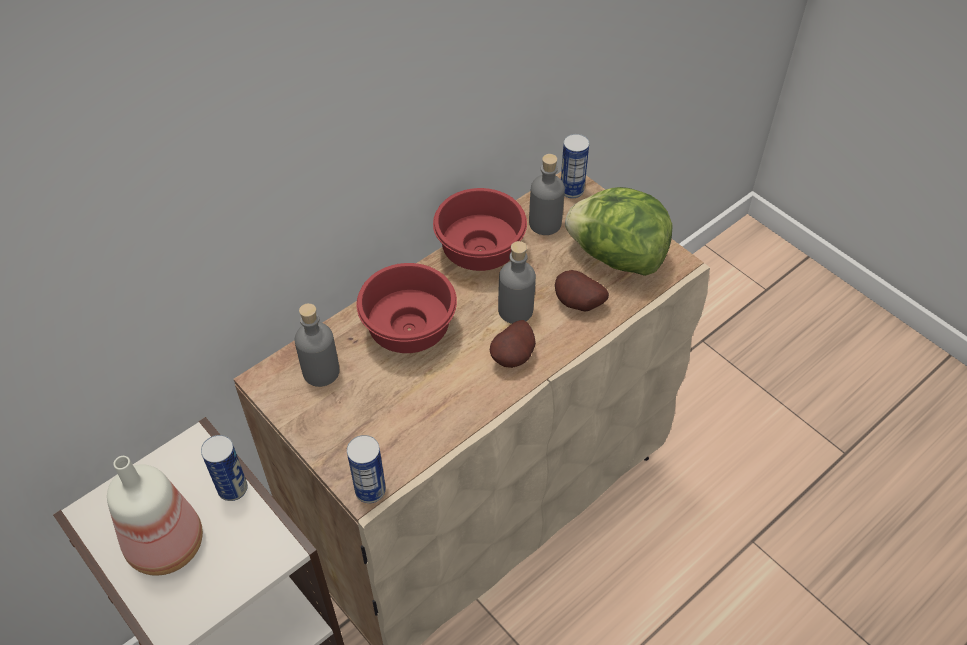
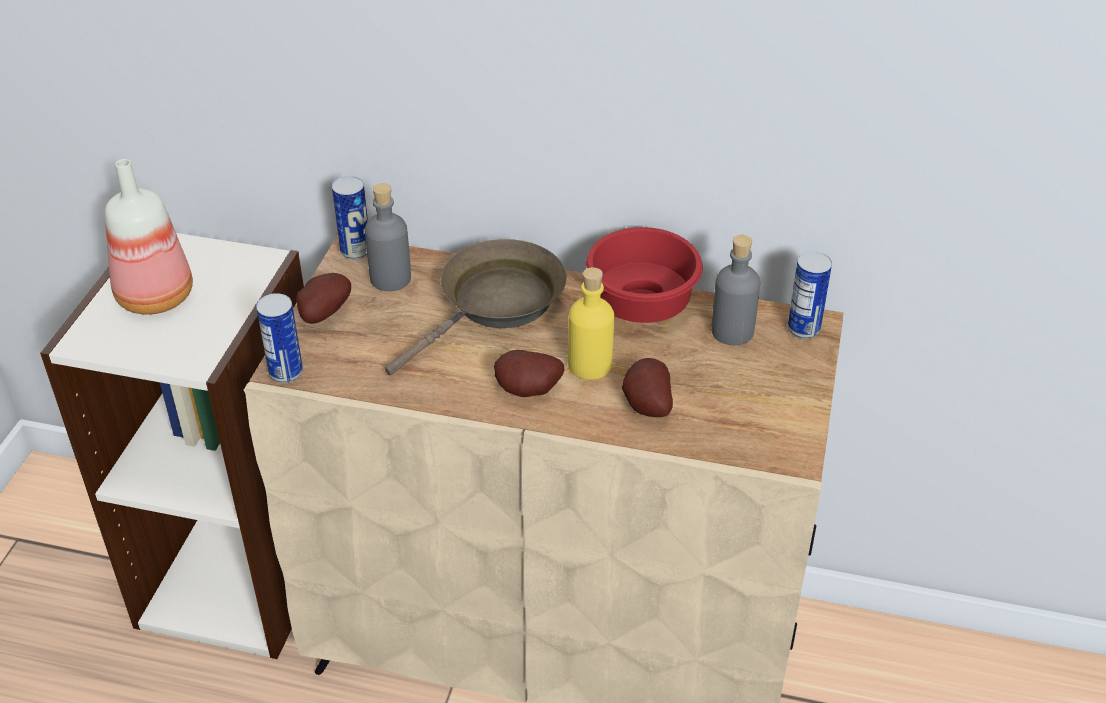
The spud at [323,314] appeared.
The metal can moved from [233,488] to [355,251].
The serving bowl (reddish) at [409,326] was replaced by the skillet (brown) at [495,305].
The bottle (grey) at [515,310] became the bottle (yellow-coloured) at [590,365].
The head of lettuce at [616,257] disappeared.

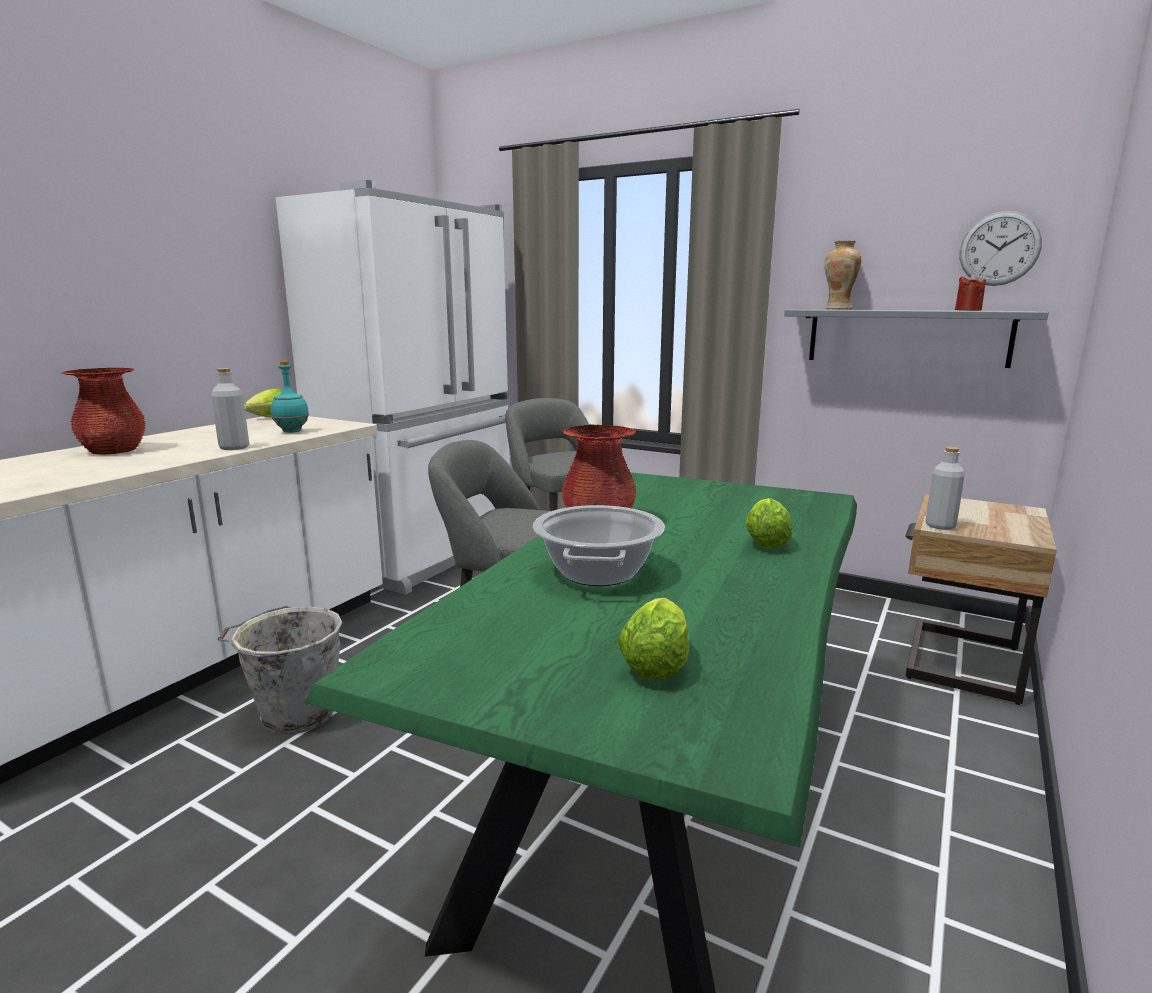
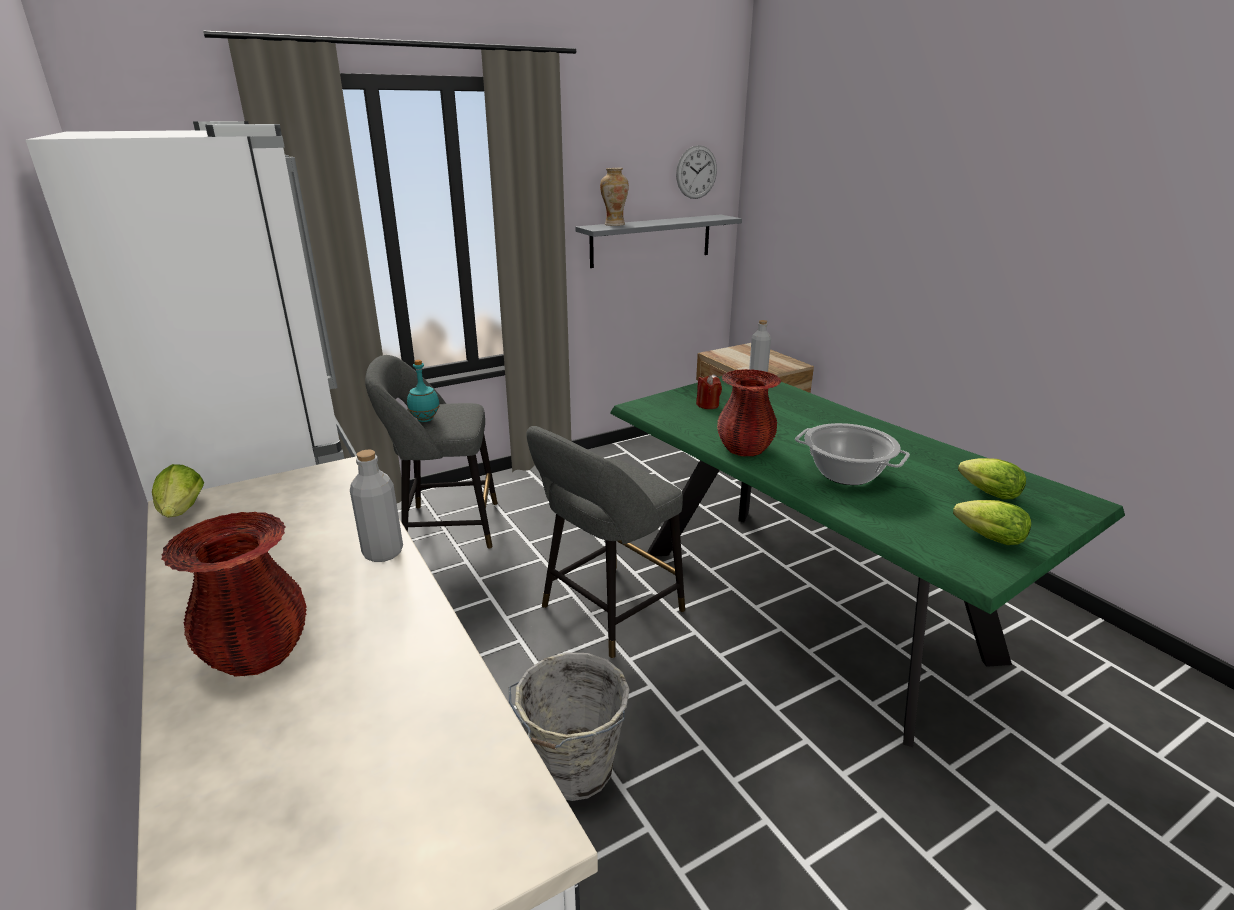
The bottle (blue-green) moved from [291,431] to [425,420].
The candle (reddish) moved from [968,310] to [707,405].
The head of lettuce moved from [765,541] to [985,537].

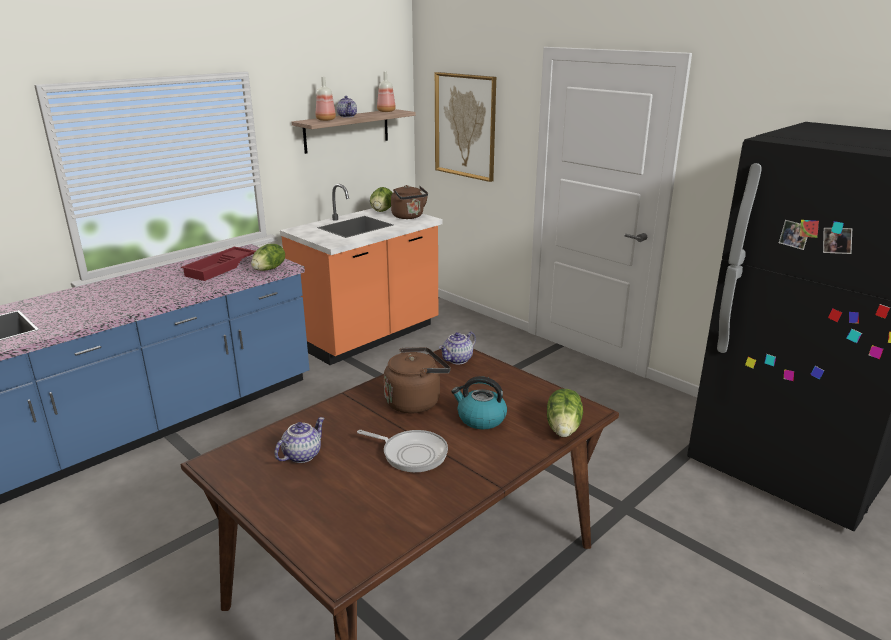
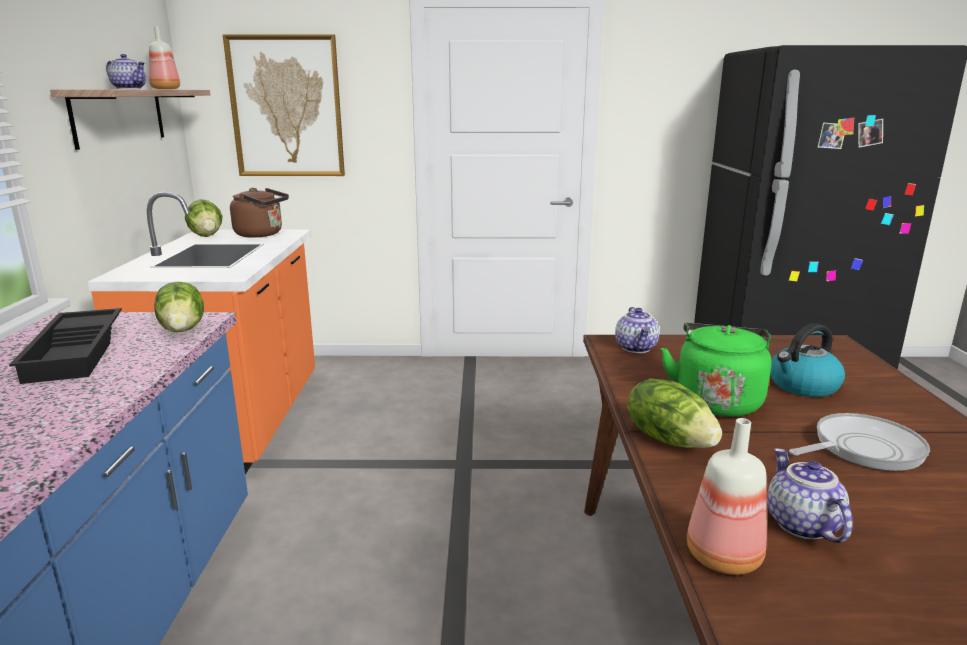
The serving tray (reddish) at [221,268] became the serving tray (blackish) at [78,352].
The head of lettuce moved from [564,428] to [669,439].
The kettle (brown) at [416,401] became the kettle (greenish) at [717,400].
The bottle moved from [325,120] to [724,558].

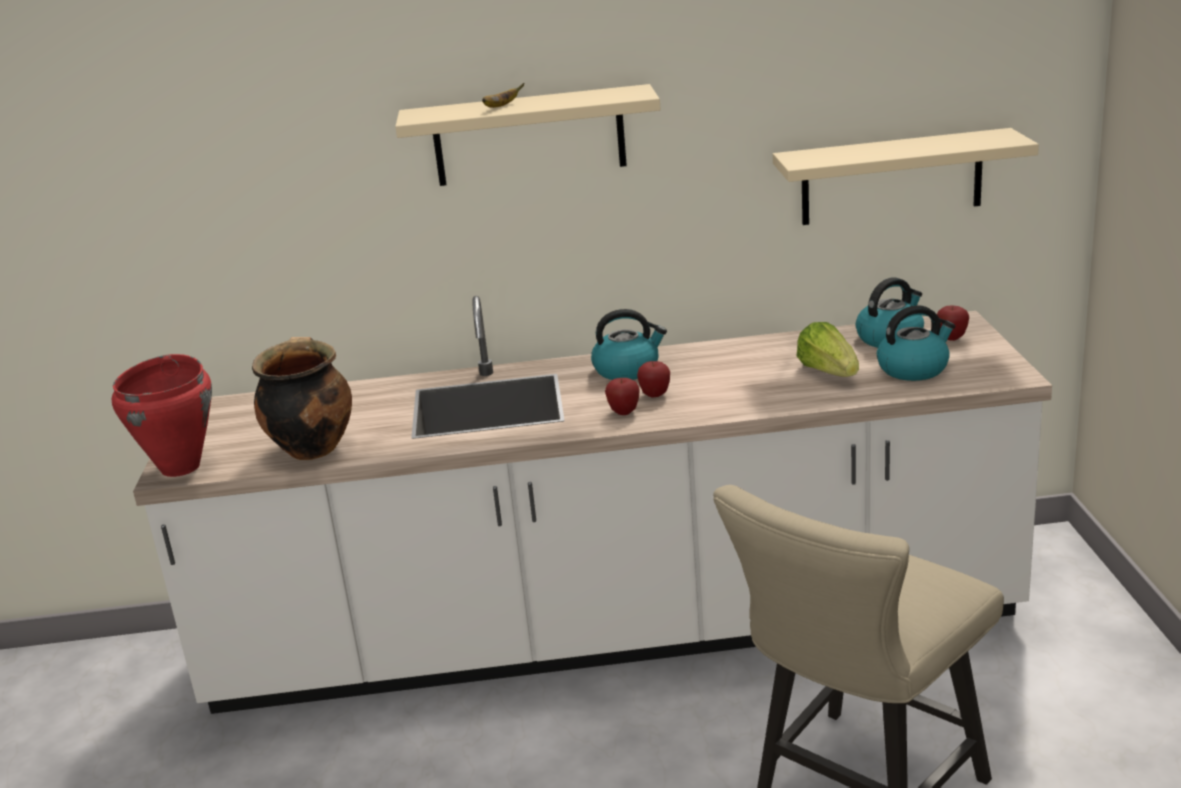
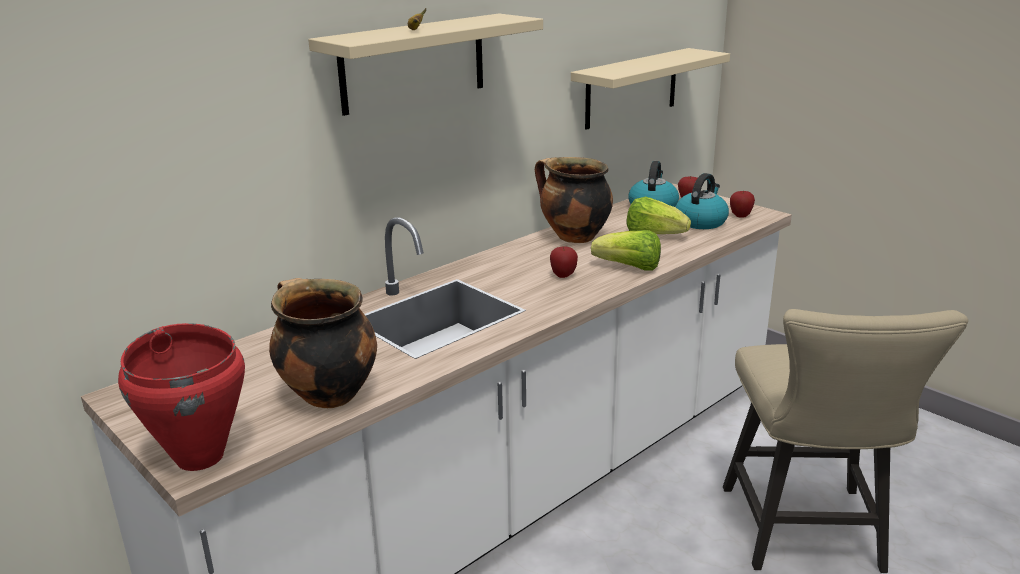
The saucepot at [573,237] appeared.
The head of lettuce at [629,267] appeared.
The whole apple moved from [624,412] to [740,216].
The kettle at [627,369] disappeared.

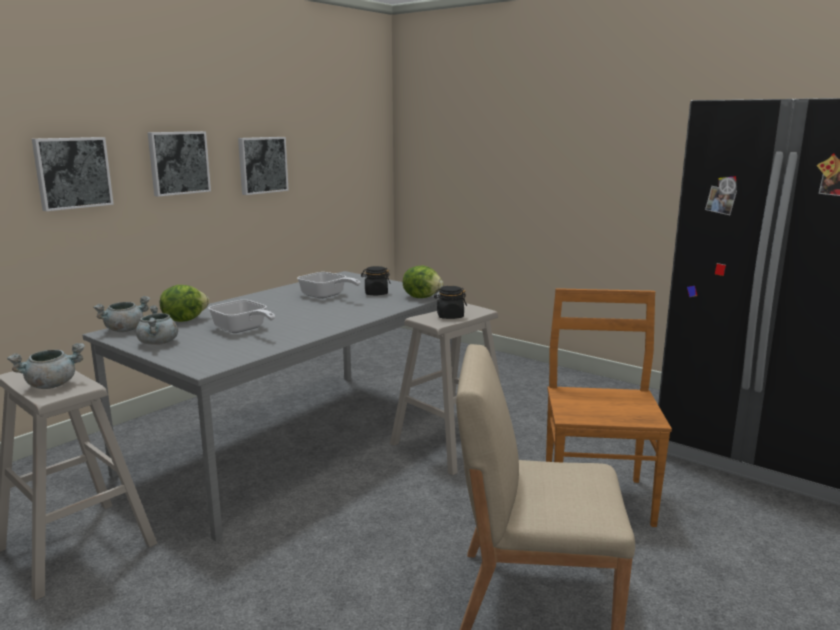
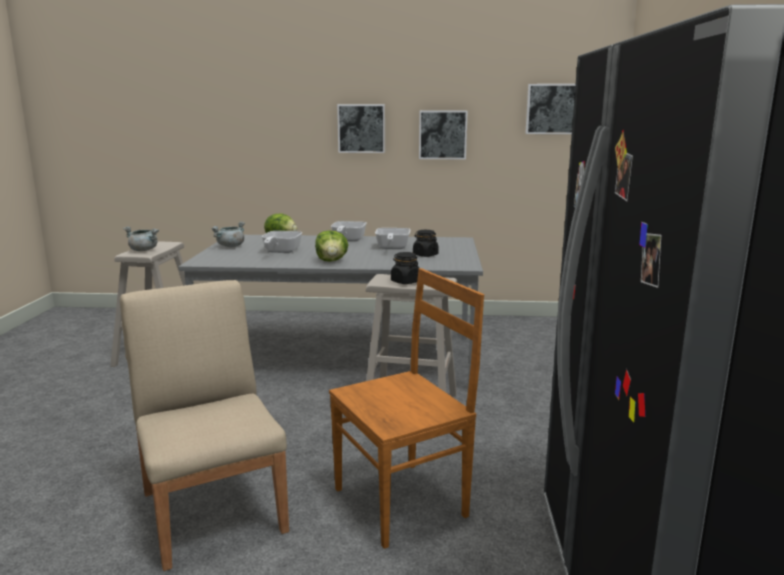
The head of lettuce moved from [422,297] to [332,261].
The skillet at [347,240] appeared.
The wall art moved from [72,173] to [551,109].
The saucepot (grey) at [125,330] disappeared.

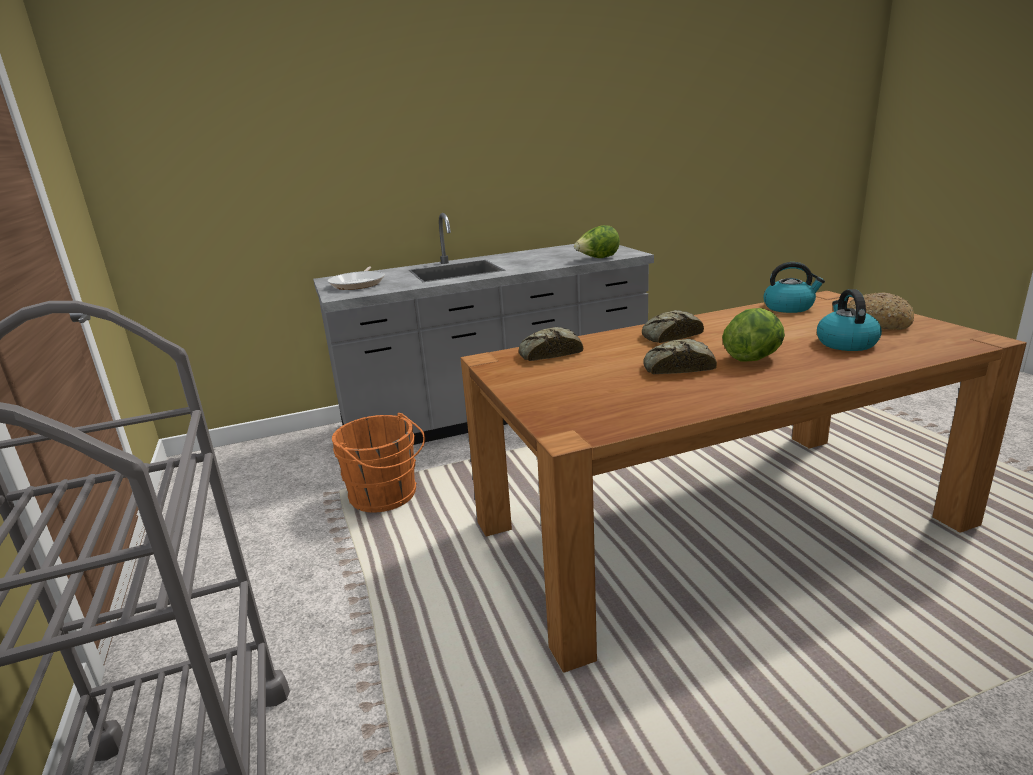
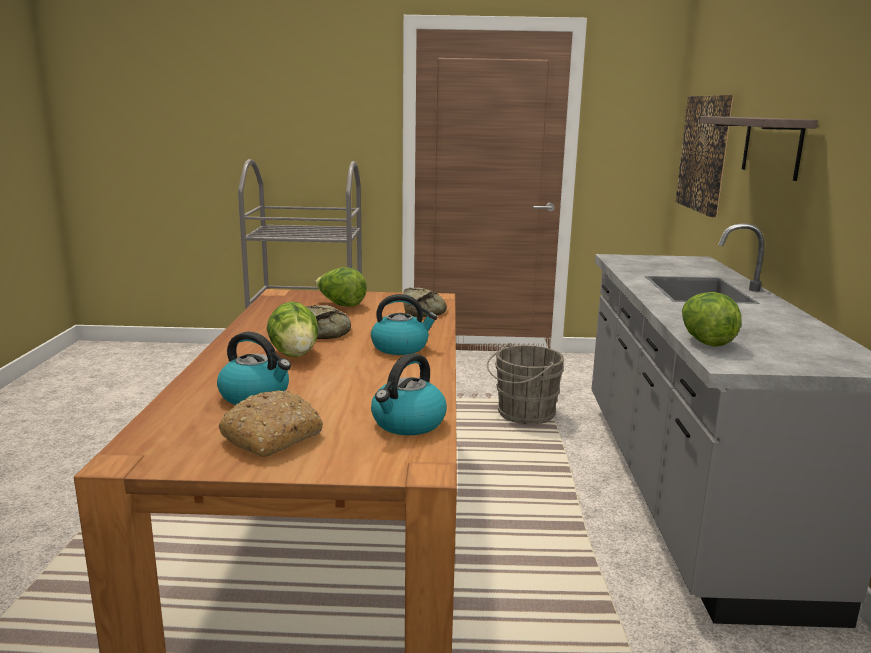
The head of lettuce at [340,305] appeared.
The bakery bread at [669,336] was replaced by the kettle at [401,347].
The pail (orange-coloured) at [386,496] became the pail (grey) at [523,414].
The wall art at [705,153] appeared.
The wall shelf at [772,146] appeared.
The skillet at [358,283] disappeared.

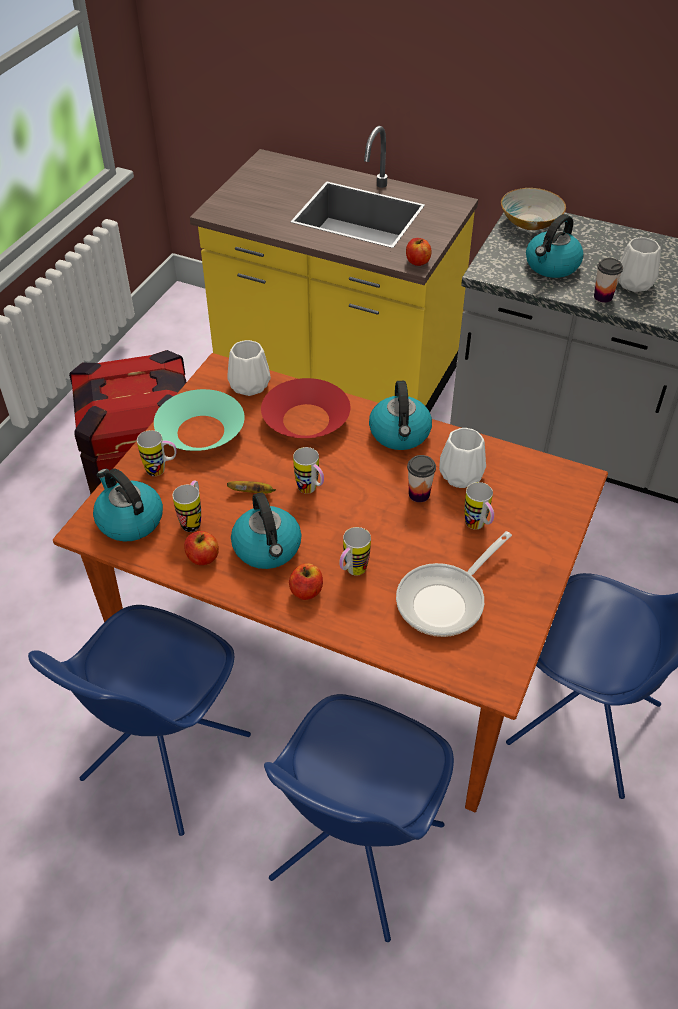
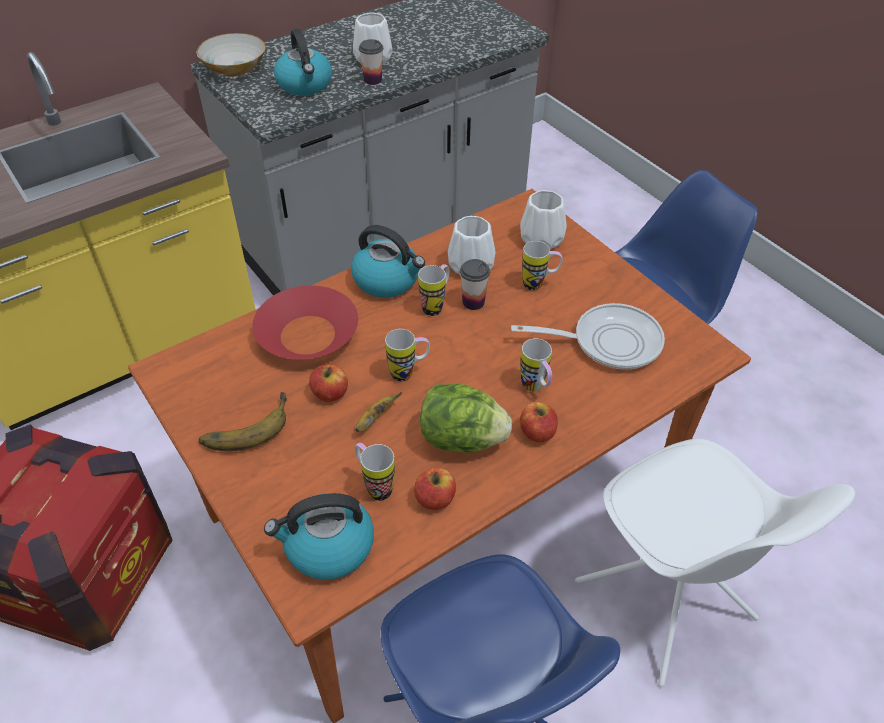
The serving bowl (blue-green) at [200,431] was replaced by the banana at [245,425].
The whole apple moved from [417,261] to [330,393].
The mug moved from [161,470] to [436,305].
The kettle at [268,548] was replaced by the head of lettuce at [461,439].
The skillet at [445,600] turned 75 degrees counterclockwise.
The decorative vase (whitish) moved from [249,386] to [542,240].
The plain chair (bluish) at [355,854] became the plain chair (whitish) at [666,603].

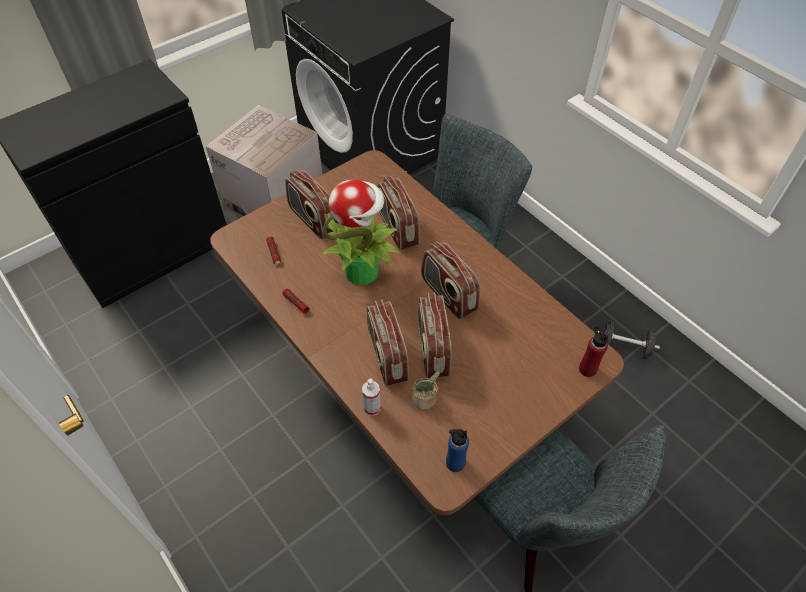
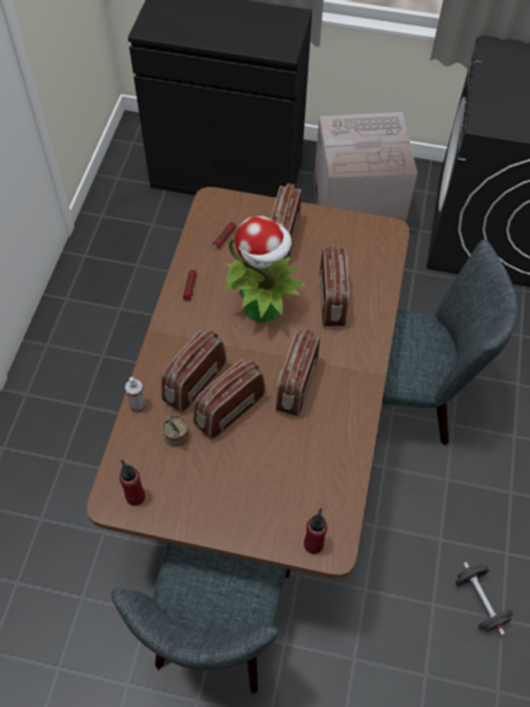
The bottle (bluish) at [455,463] became the bottle (reddish) at [135,496].
The radio receiver at [397,228] turned 150 degrees clockwise.

